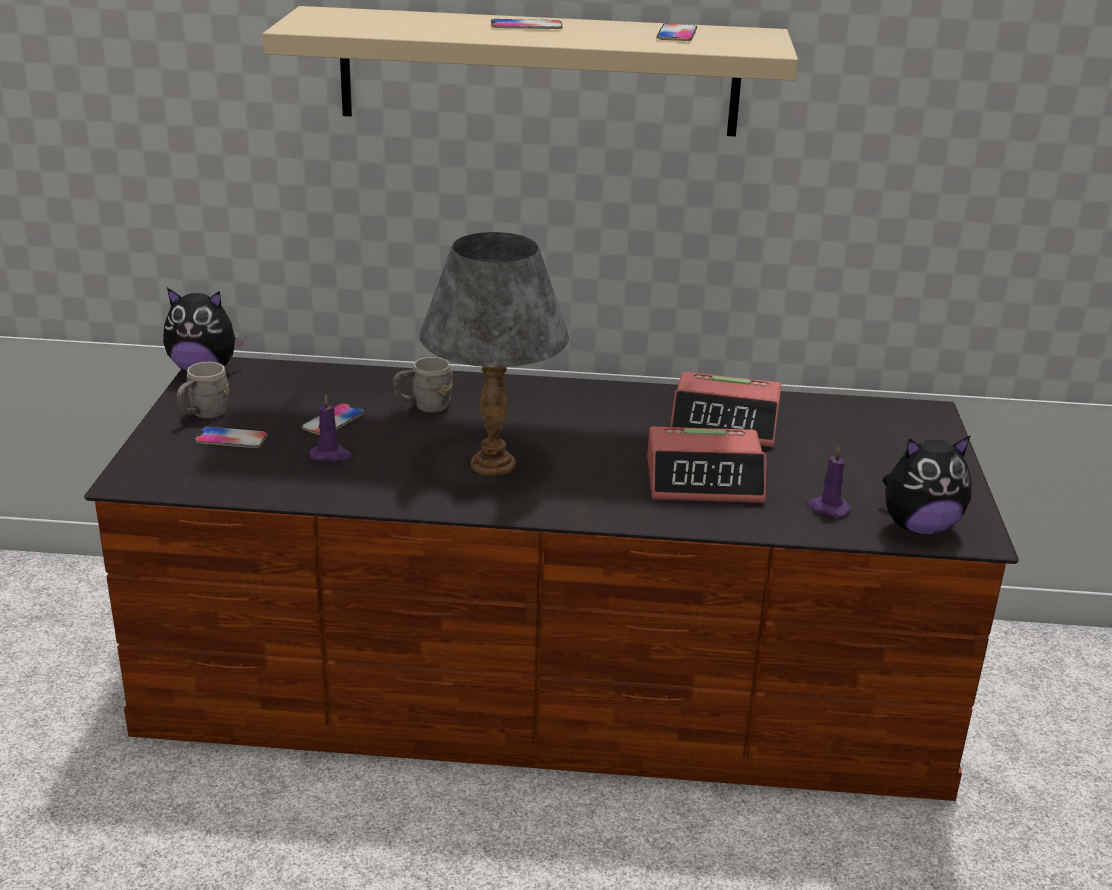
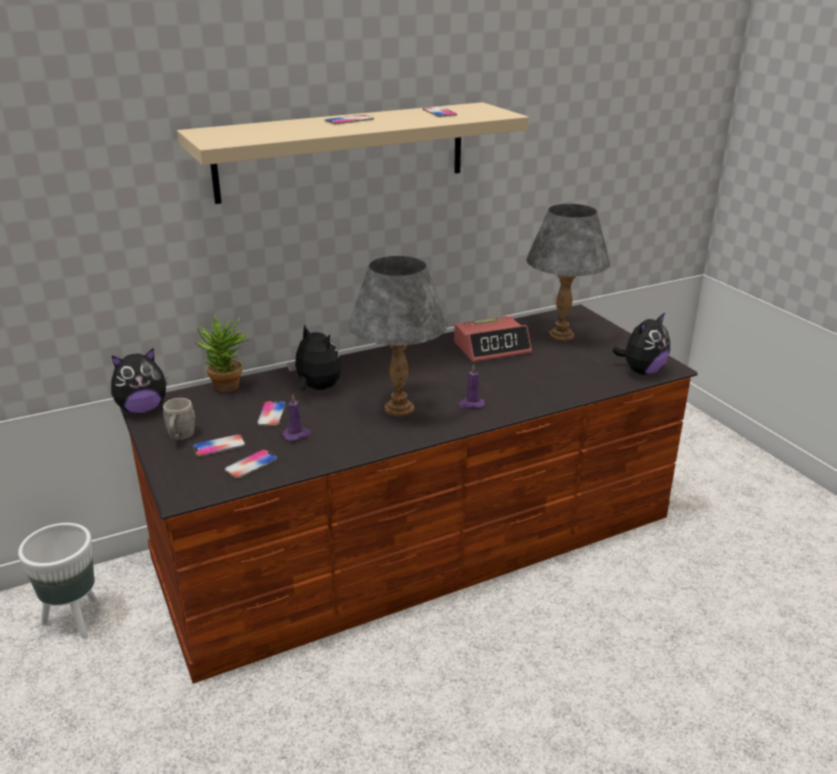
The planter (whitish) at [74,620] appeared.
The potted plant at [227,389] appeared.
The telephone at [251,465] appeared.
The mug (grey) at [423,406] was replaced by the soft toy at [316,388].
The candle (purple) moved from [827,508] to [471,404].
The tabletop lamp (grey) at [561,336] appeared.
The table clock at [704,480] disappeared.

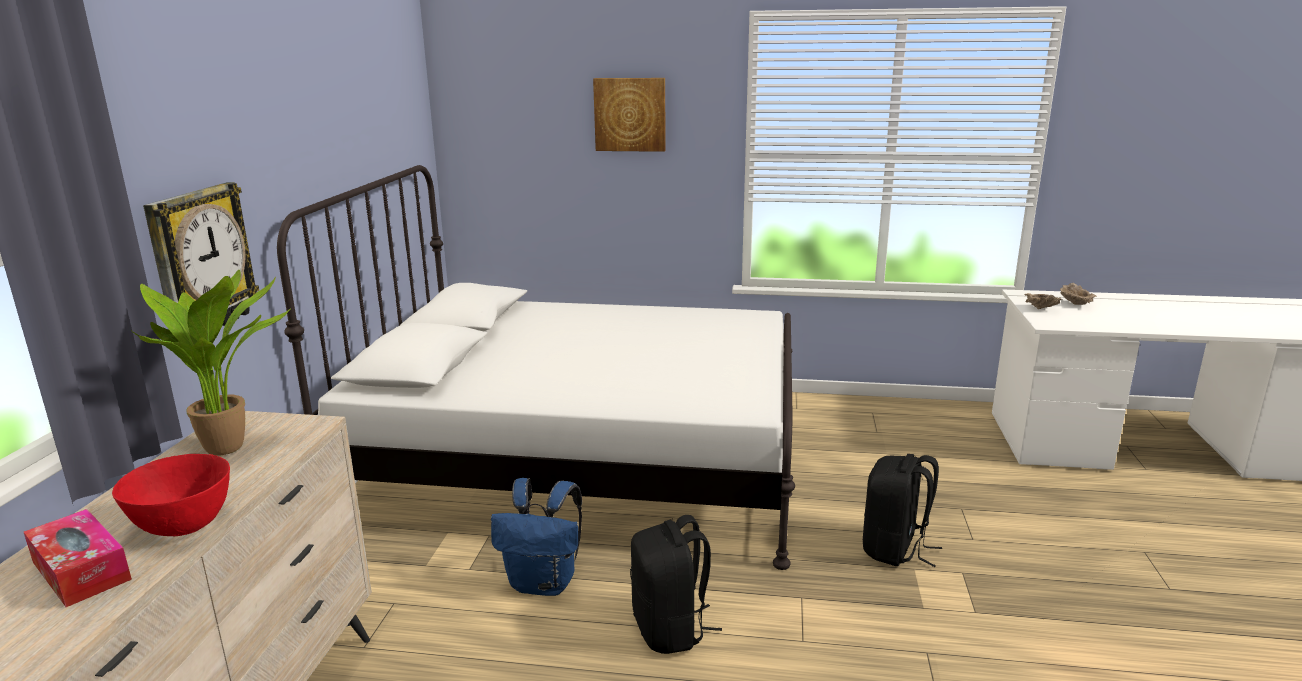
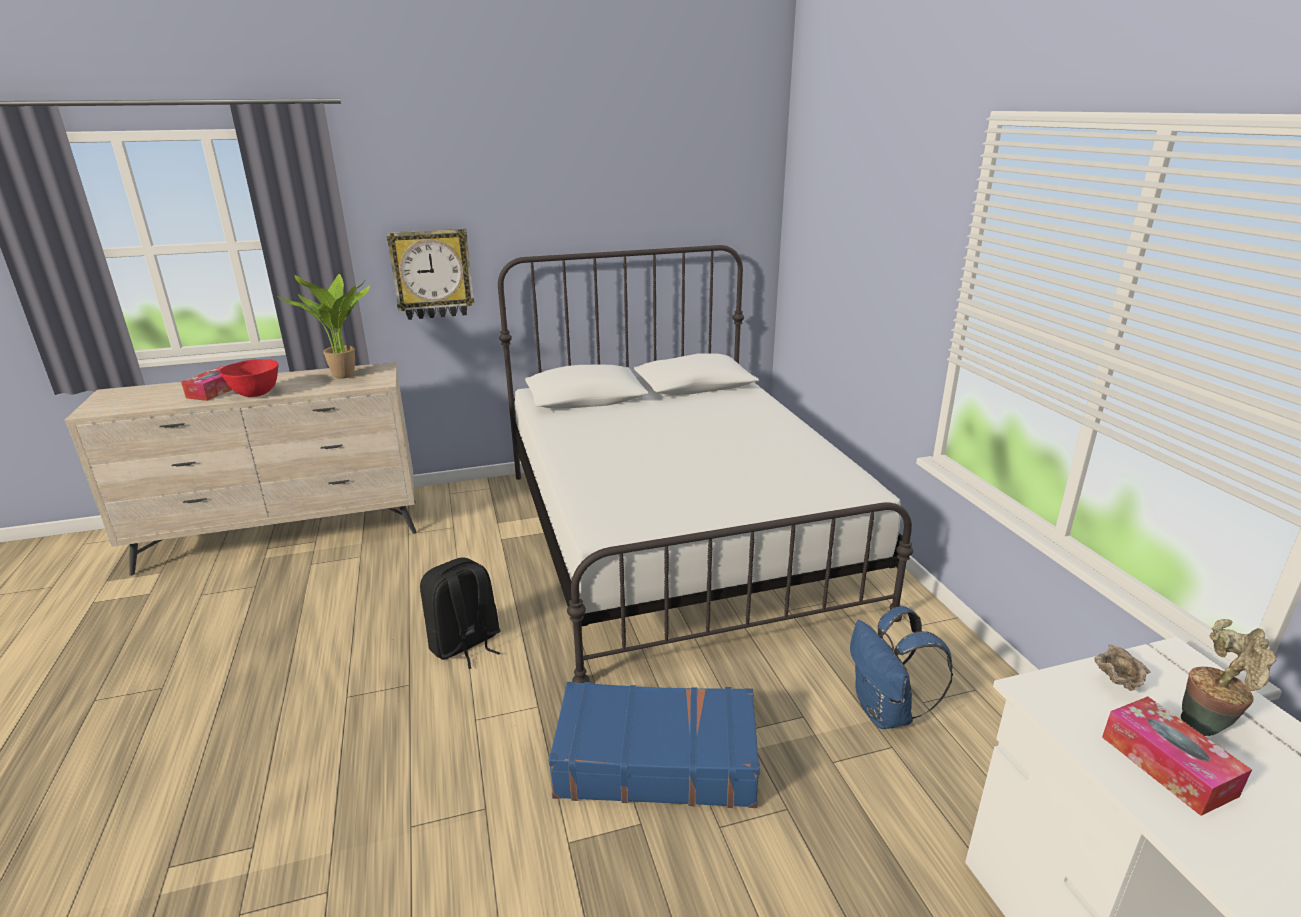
The rucksack (blackish) at [895,549] was replaced by the suitcase (bluish) at [656,759].
The rucksack (bluish) moved from [544,583] to [886,712].
The box of tissues at [1167,765] appeared.
The serving bowl (sand-coloured) at [1075,304] was replaced by the potted plant at [1207,725].
The wall art at [630,114] disappeared.

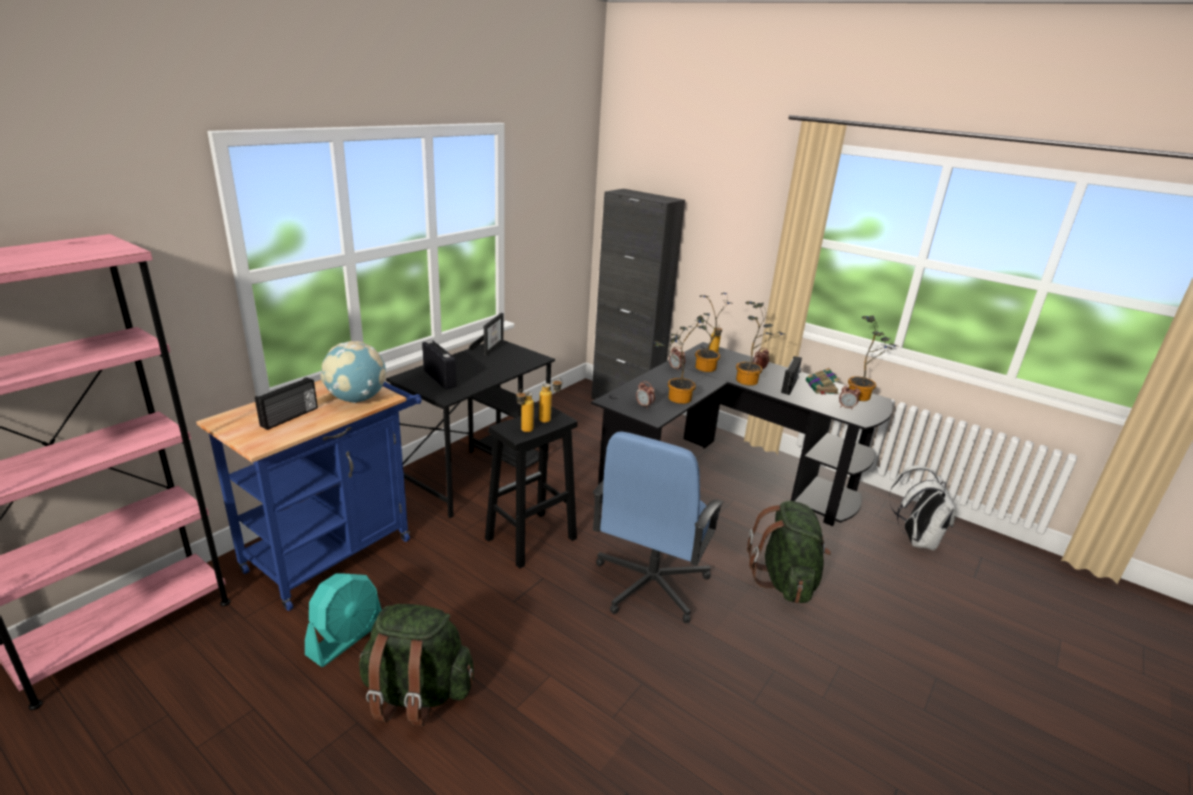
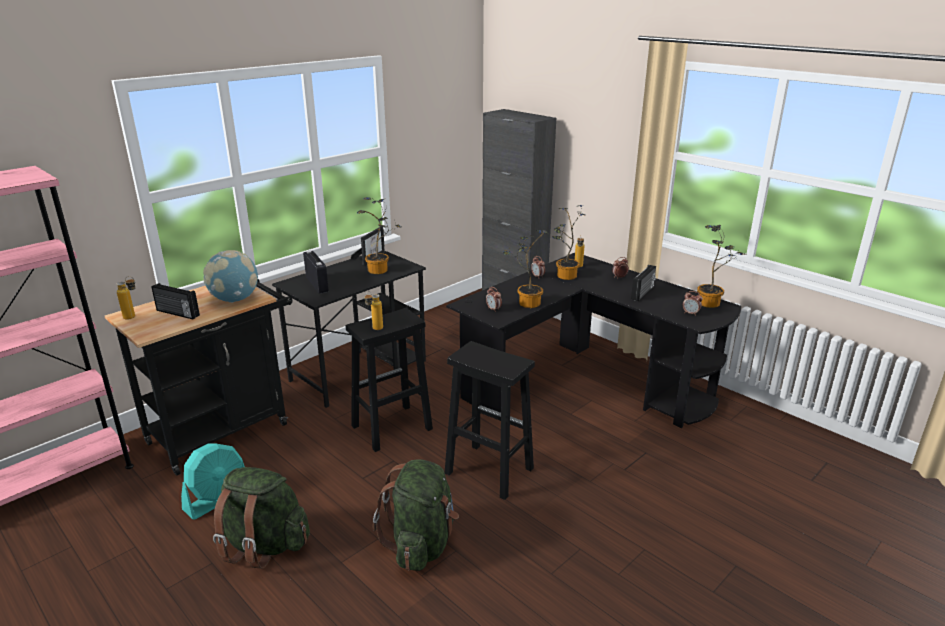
The trolley (bluish) at [337,549] became the trolley (blackish) at [226,429].
The bottle moved from [550,420] to [133,317].
The radio receiver at [290,417] turned 75 degrees clockwise.
The potted plant moved from [750,381] to [380,271].
The rucksack (greenish) moved from [785,580] to [421,544].
The desk chair (bluish) at [650,584] was replaced by the stool (blackish) at [487,470].
The book at [821,388] disappeared.
The rucksack (whitish) at [915,539] disappeared.

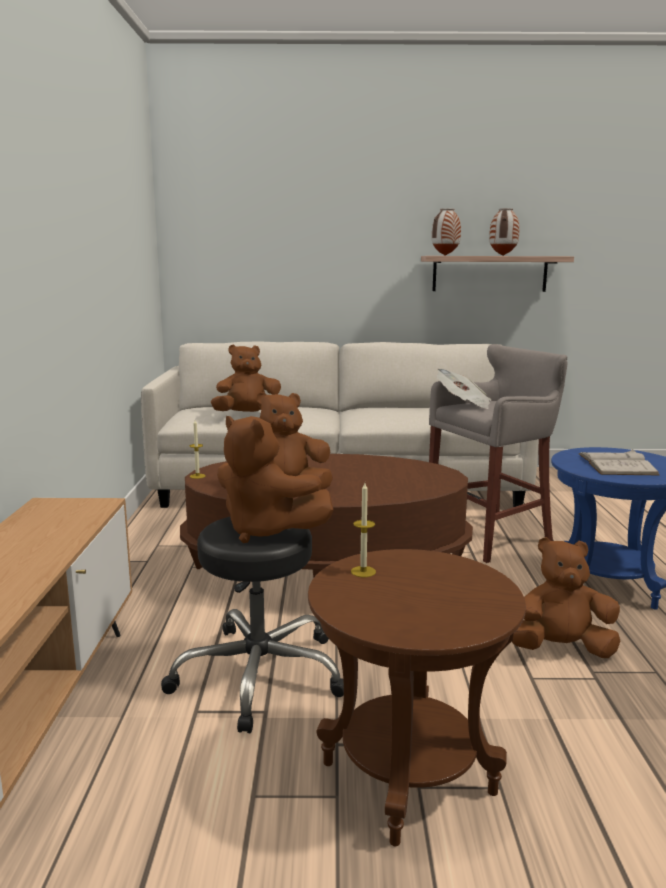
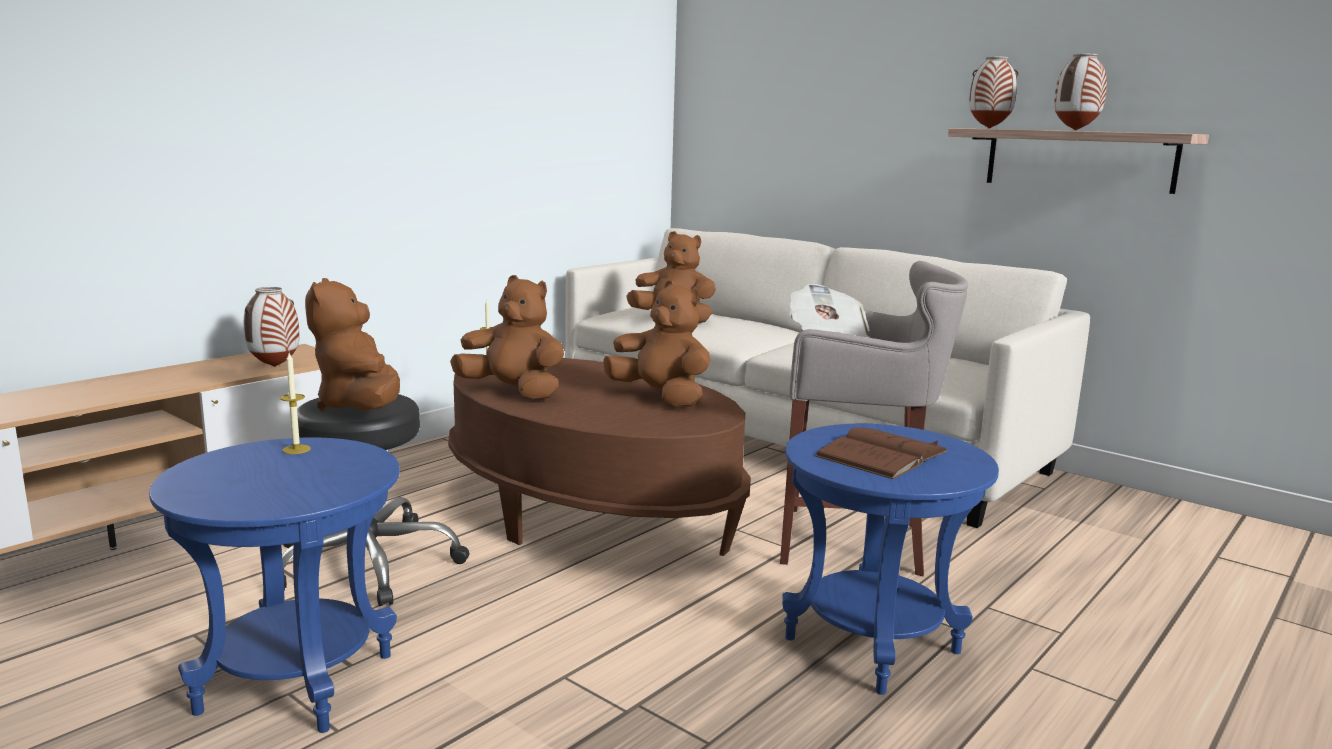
The accent table (brown) at [407,777] became the accent table (bluish) at [297,682].
The decorative vase at [274,367] appeared.
The soft toy (brown) moved from [561,649] to [661,398].
The book (whitish) at [617,464] became the book (brown) at [882,454].

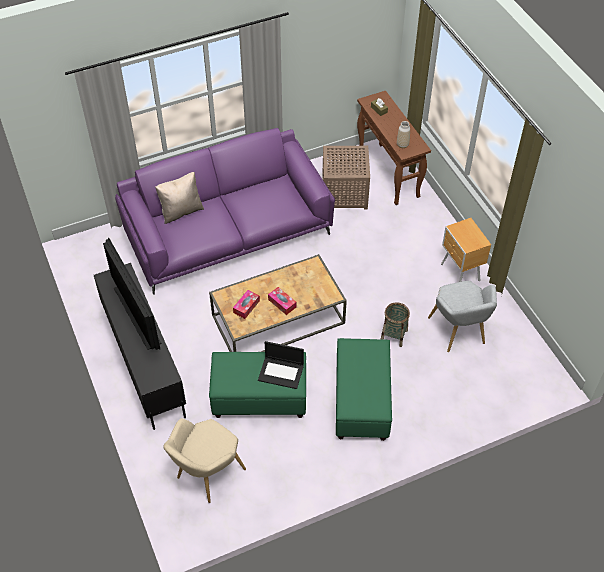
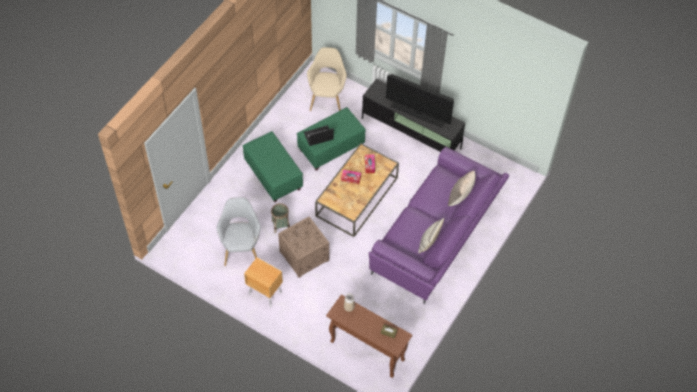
The lounge chair (grey) at [459,333] turned 45 degrees clockwise.
The accent table (brown) moved from [343,193] to [304,255].
The cushion at [429,243] appeared.

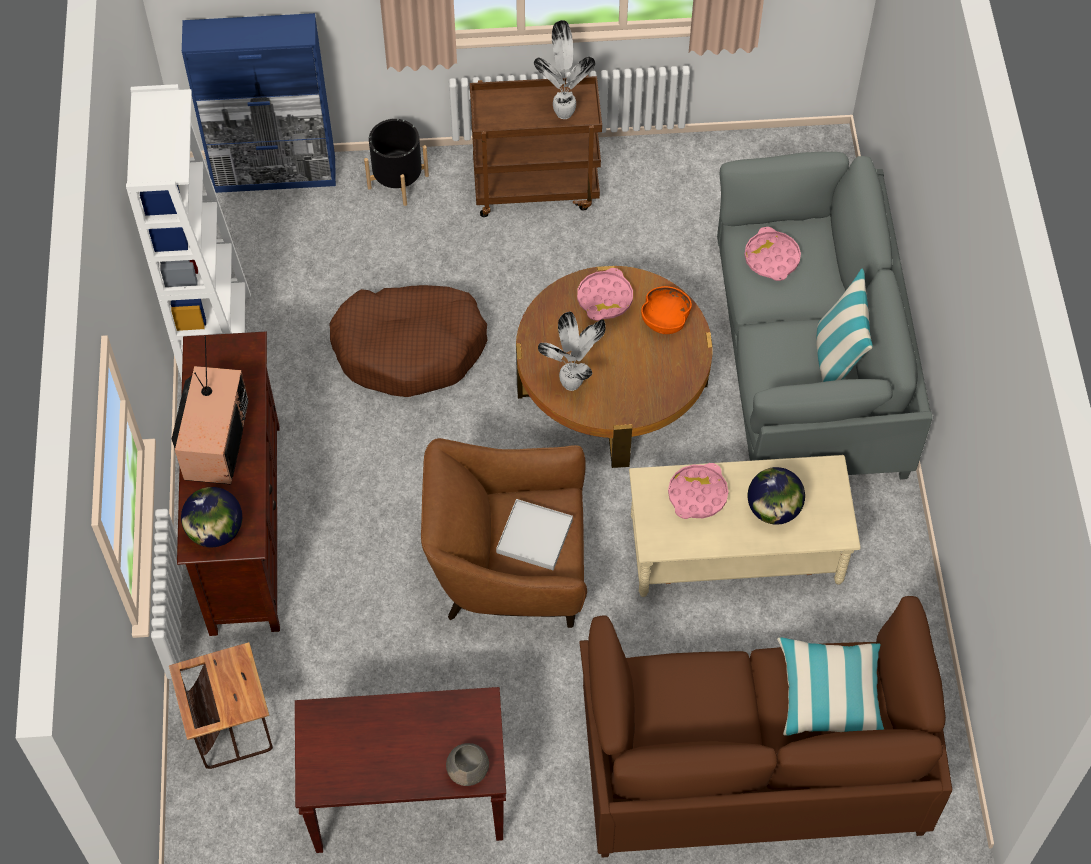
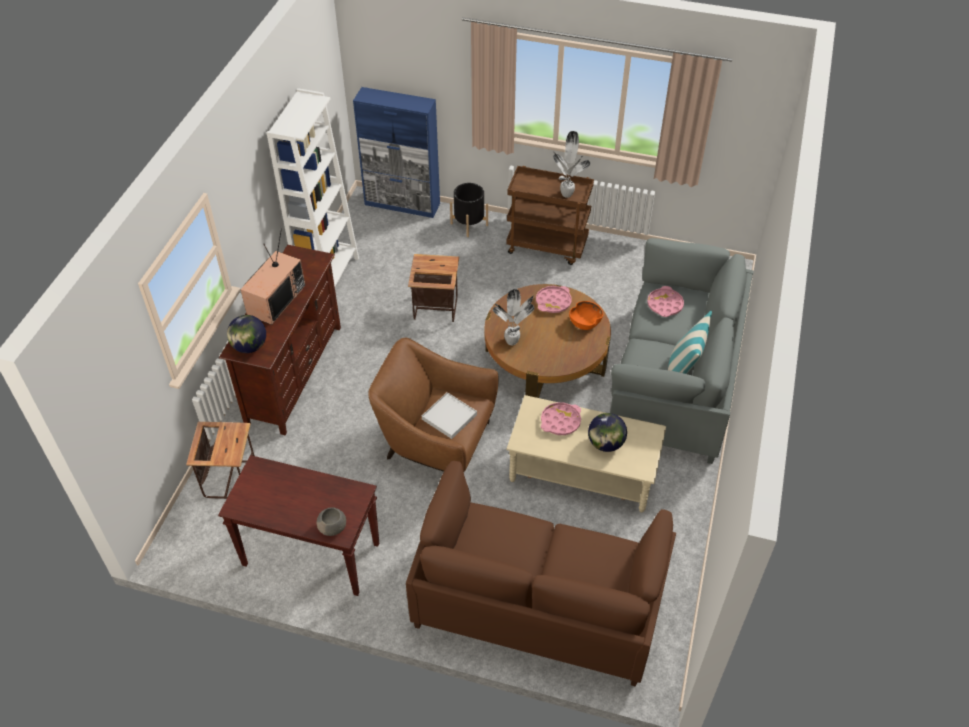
The dog bed (brown) at [410,348] was replaced by the accent table at [434,308].
The cushion at [830,694] disappeared.

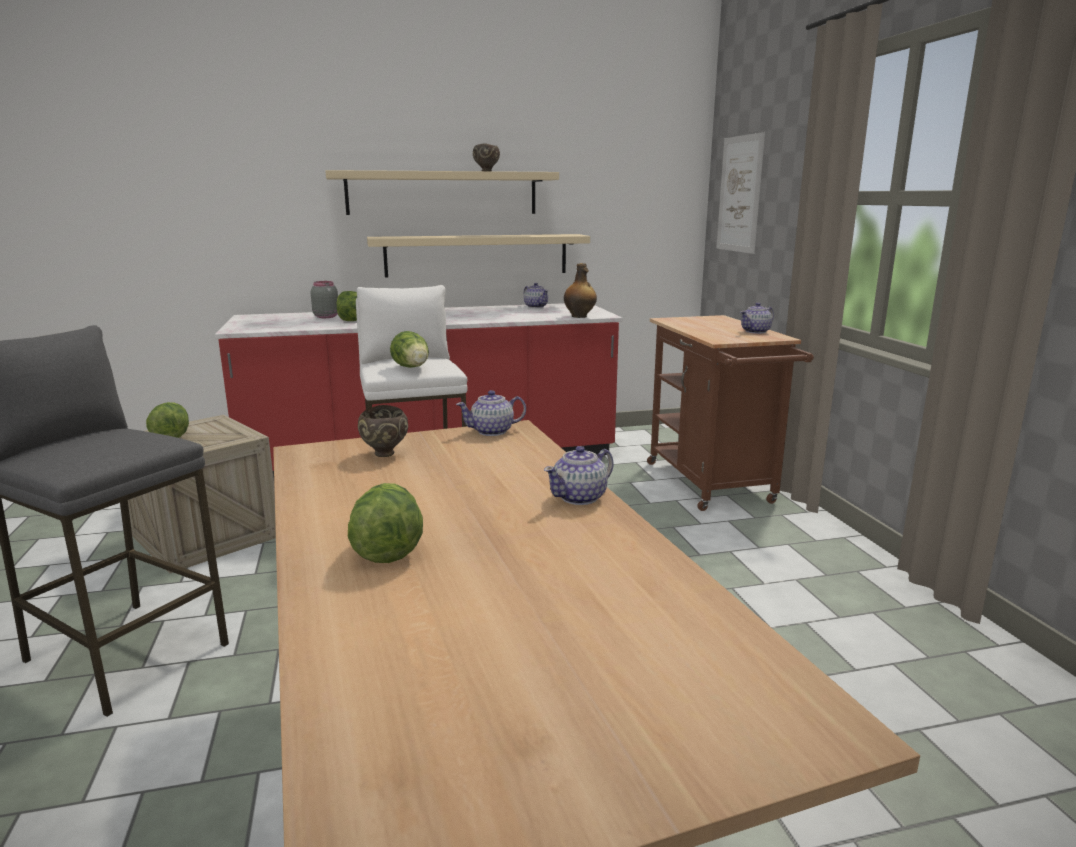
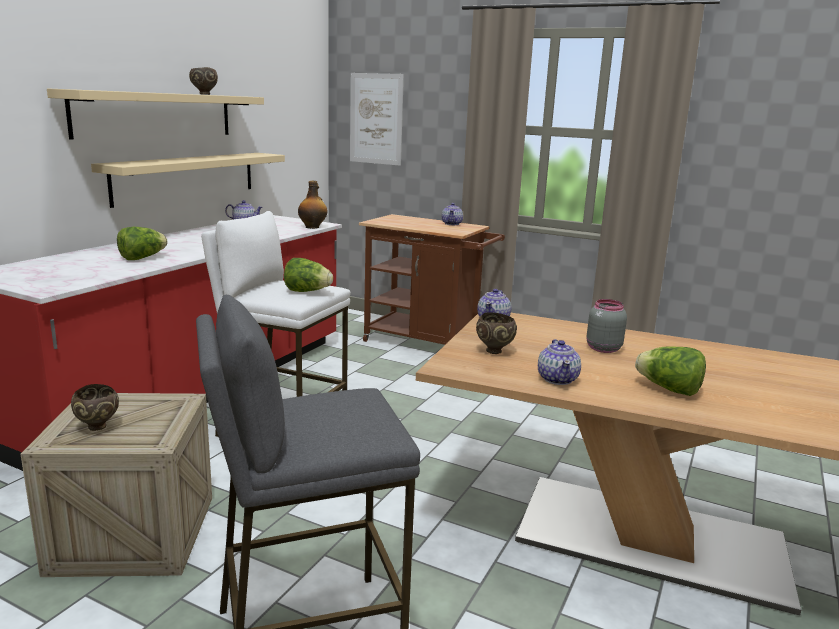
The head of lettuce at [172,436] was replaced by the serving bowl (brown) at [98,427].
The pot for tea moved from [580,497] to [558,379].
The storage jar (grey) moved from [326,317] to [602,348].

